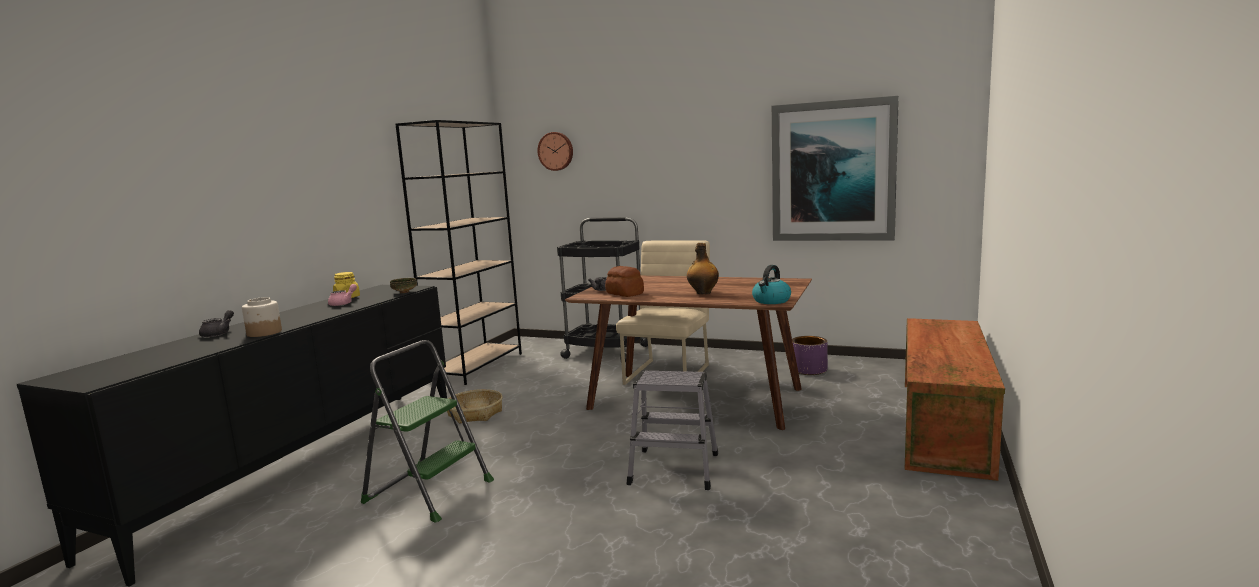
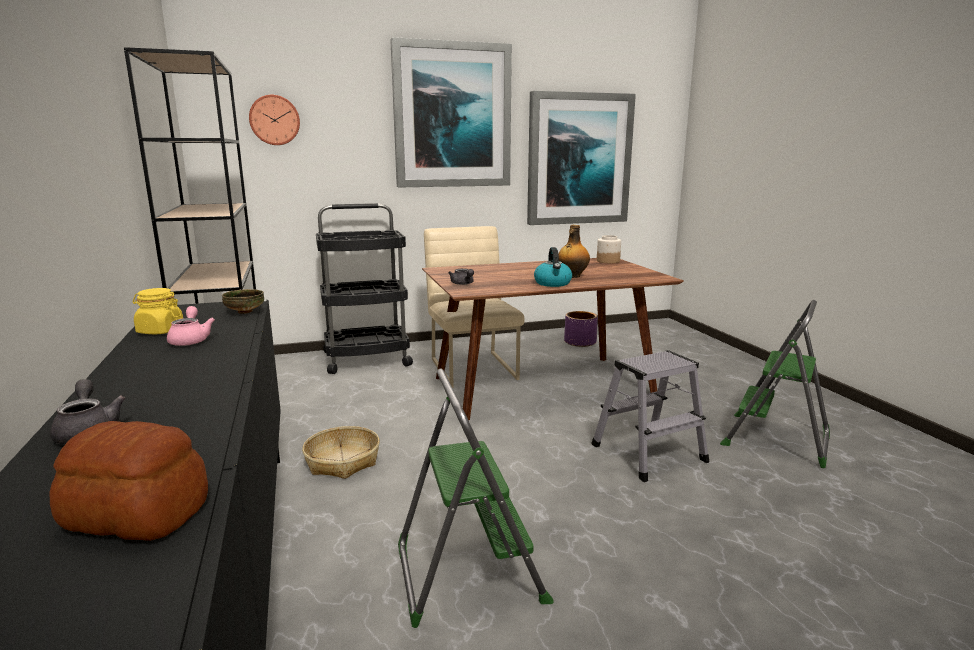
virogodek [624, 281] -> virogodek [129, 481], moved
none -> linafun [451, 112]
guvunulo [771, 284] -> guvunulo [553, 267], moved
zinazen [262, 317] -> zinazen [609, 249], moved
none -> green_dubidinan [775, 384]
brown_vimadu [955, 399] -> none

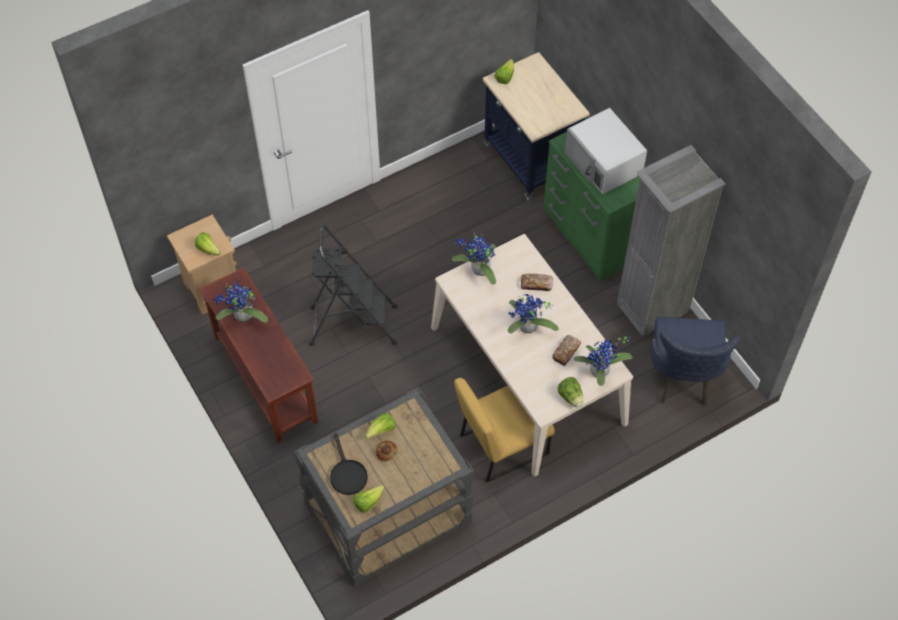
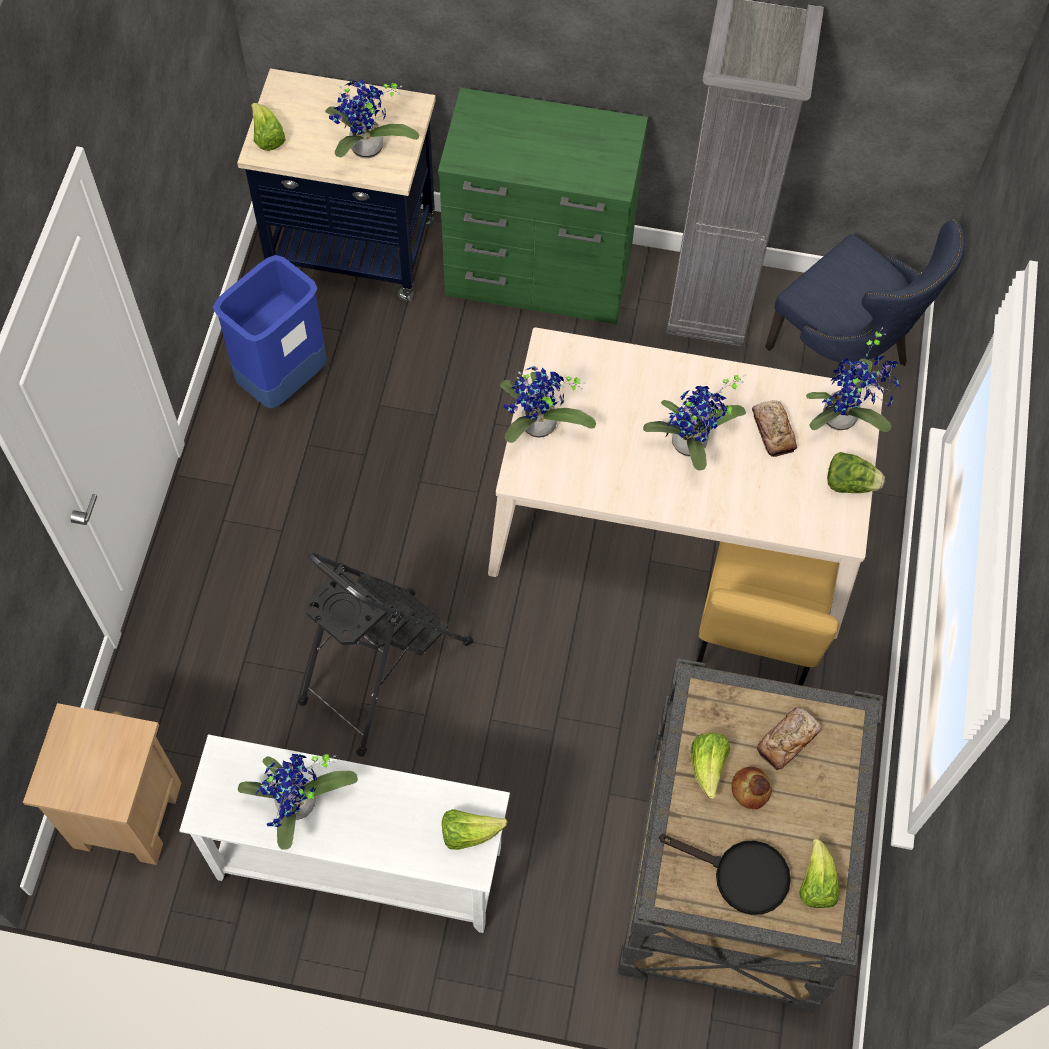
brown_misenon [259, 355] -> white_misenon [344, 833]
none -> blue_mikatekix [270, 332]
none -> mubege [372, 119]
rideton [208, 243] -> rideton [474, 829], moved
virogodek [537, 282] -> virogodek [789, 739], moved
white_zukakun [606, 151] -> none

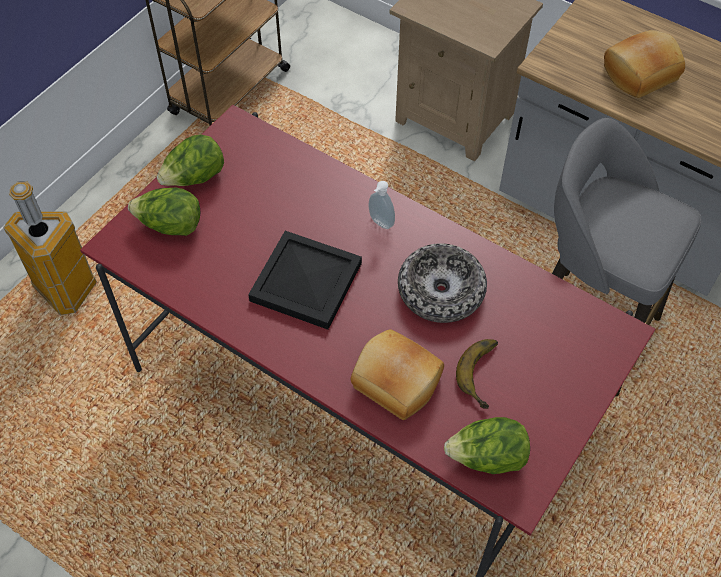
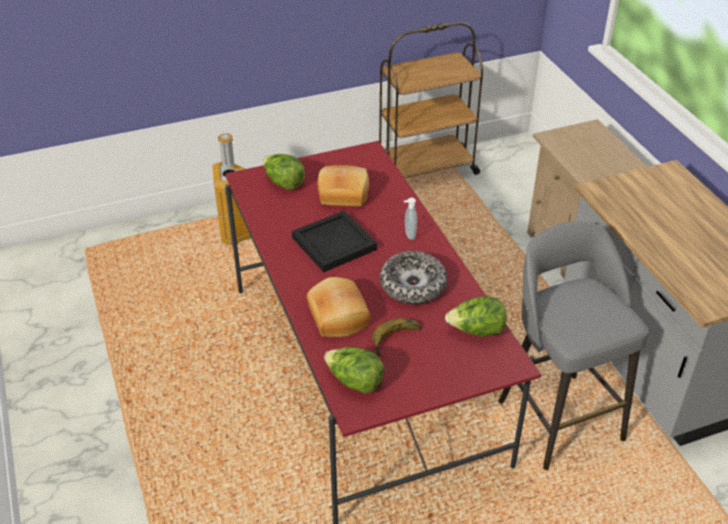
virogodek [644, 64] -> virogodek [343, 185], moved
rideton [190, 160] -> rideton [475, 316], moved

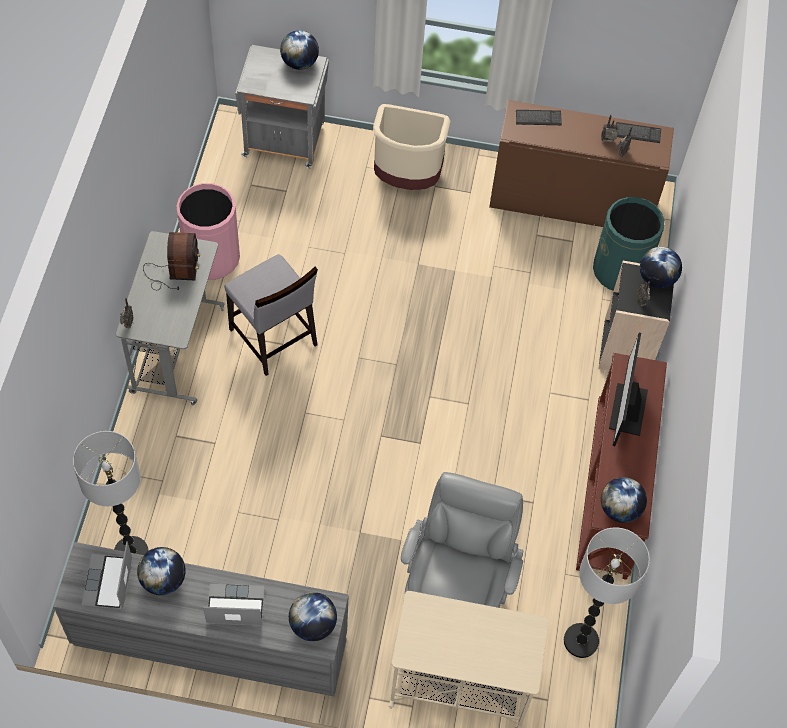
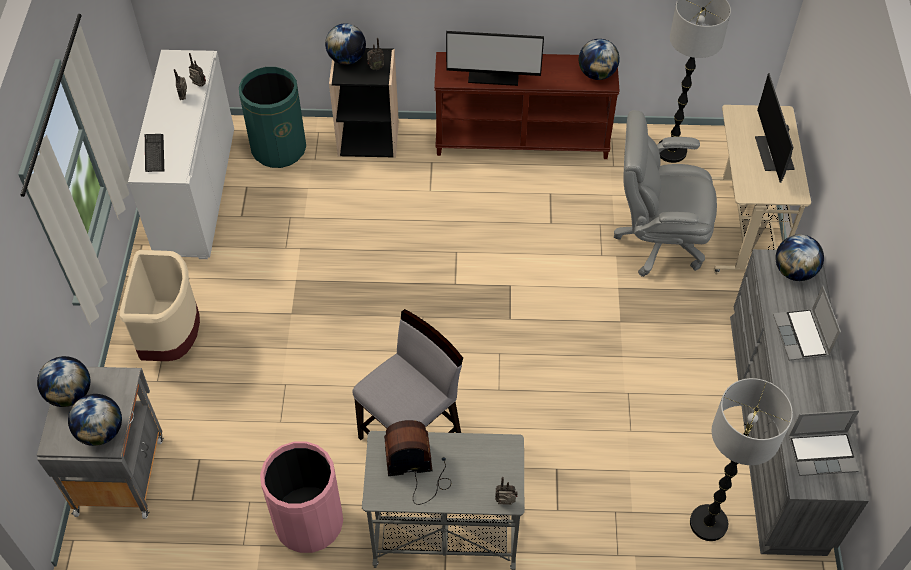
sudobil [161, 571] -> sudobil [95, 420], moved
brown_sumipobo [581, 163] -> white_sumipobo [181, 154]
none -> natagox [775, 128]
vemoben [638, 132] -> none

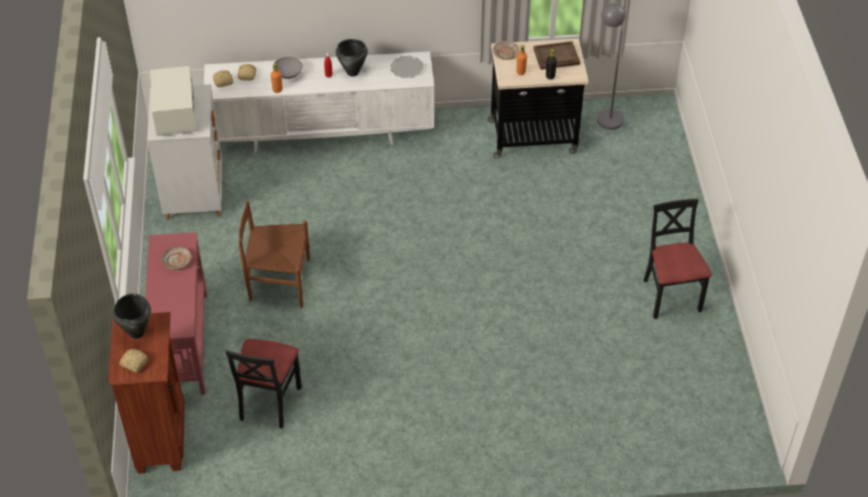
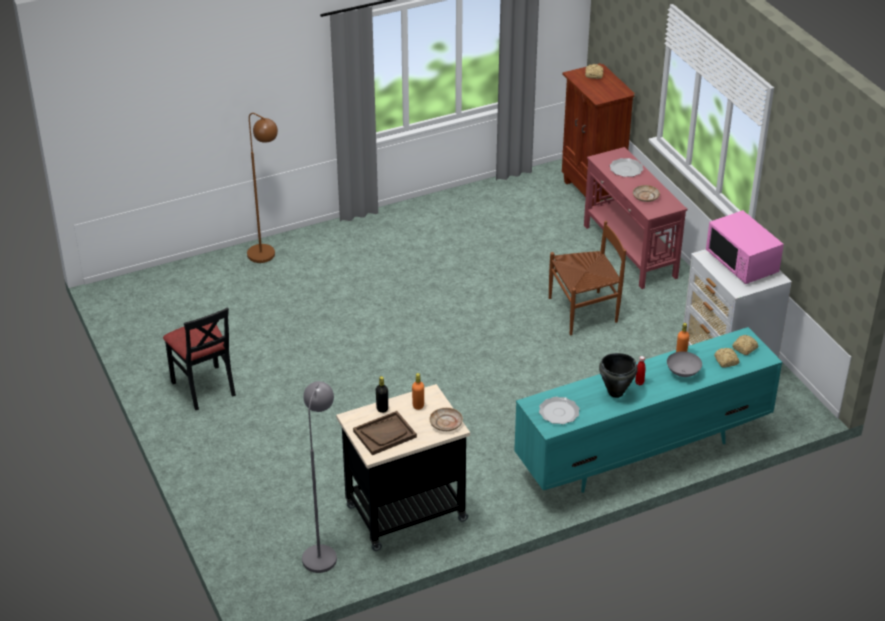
none -> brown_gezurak [262, 188]
white_sumipobo [319, 102] -> turquoise_sumipobo [648, 410]
none -> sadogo [627, 167]
white_zukakun [173, 101] -> pink_zukakun [745, 247]
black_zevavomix [132, 316] -> none
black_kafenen [264, 384] -> none

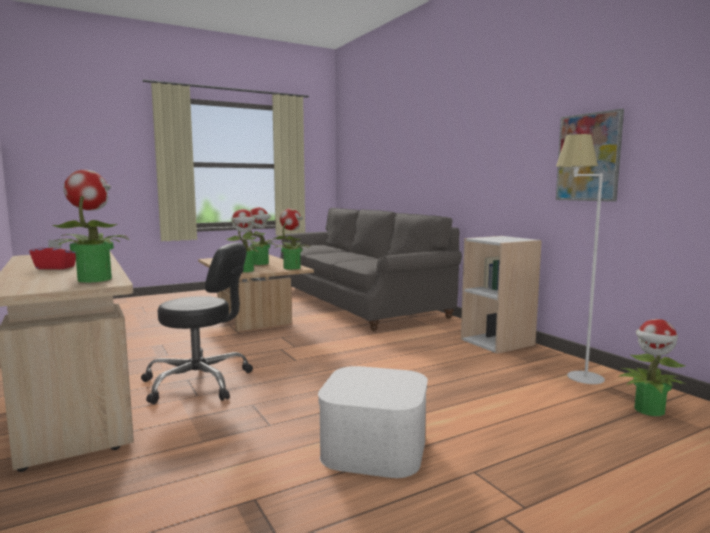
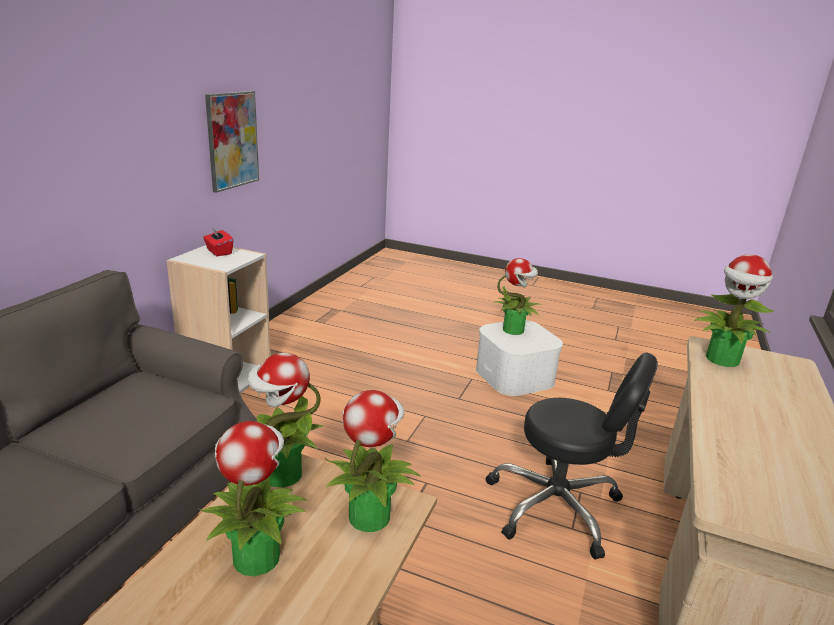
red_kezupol [53, 254] -> red_kezupol [218, 241], moved
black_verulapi [197, 323] -> black_verulapi [572, 456], 150 degrees clockwise
mubege [652, 367] -> mubege [517, 296], moved
white_gezurak [580, 259] -> none

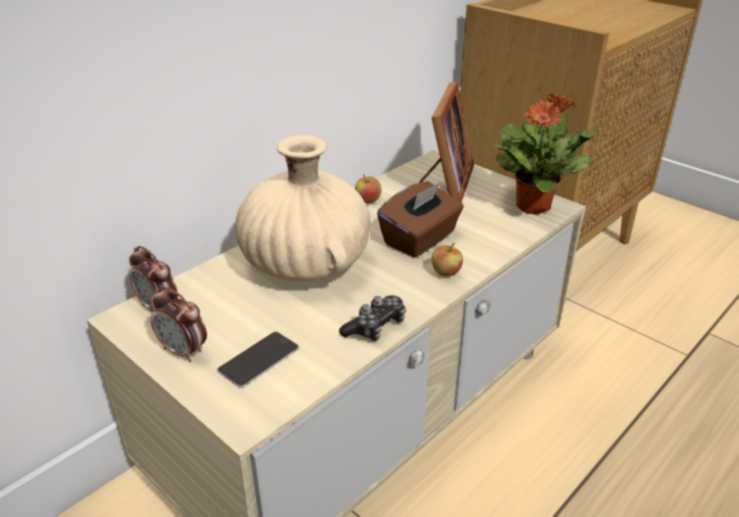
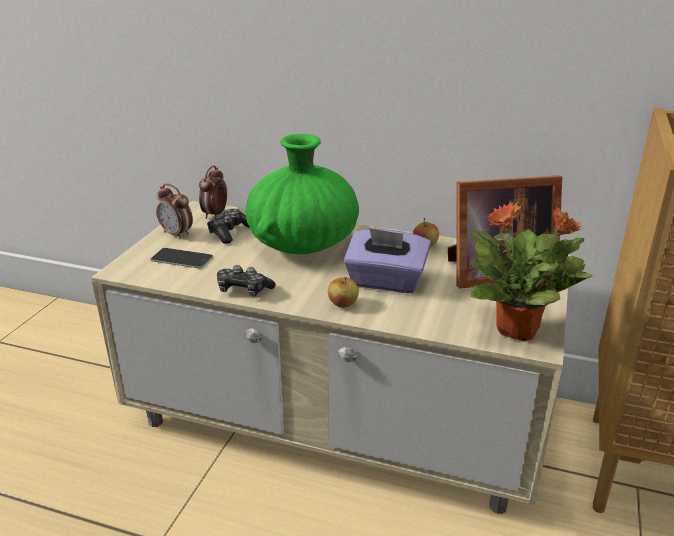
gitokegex [178, 324] -> gitokegex [174, 211], 60 degrees counterclockwise
none -> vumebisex [228, 226]
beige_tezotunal [303, 208] -> green_tezotunal [302, 194]
brown_kezupol [420, 219] -> purple_kezupol [387, 260]

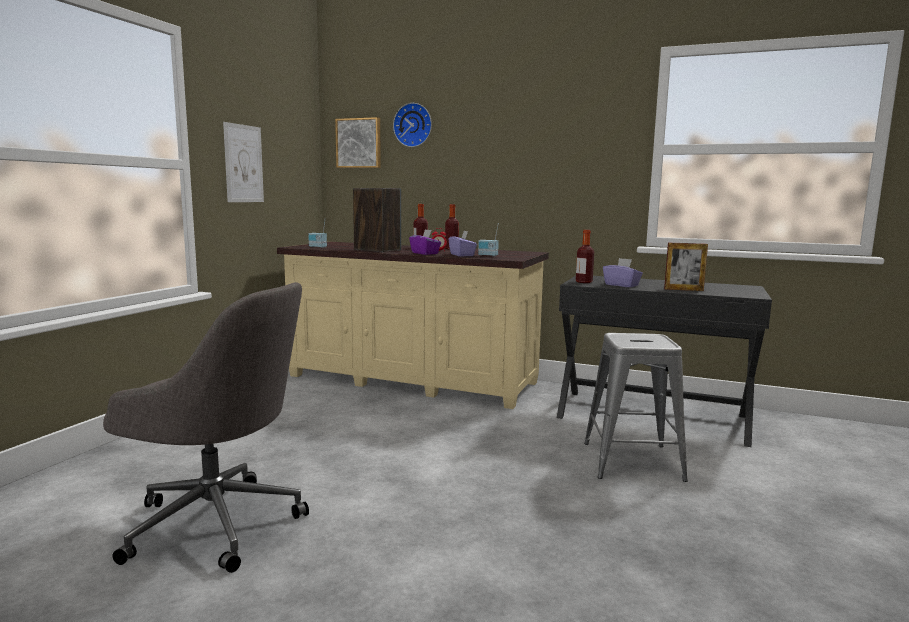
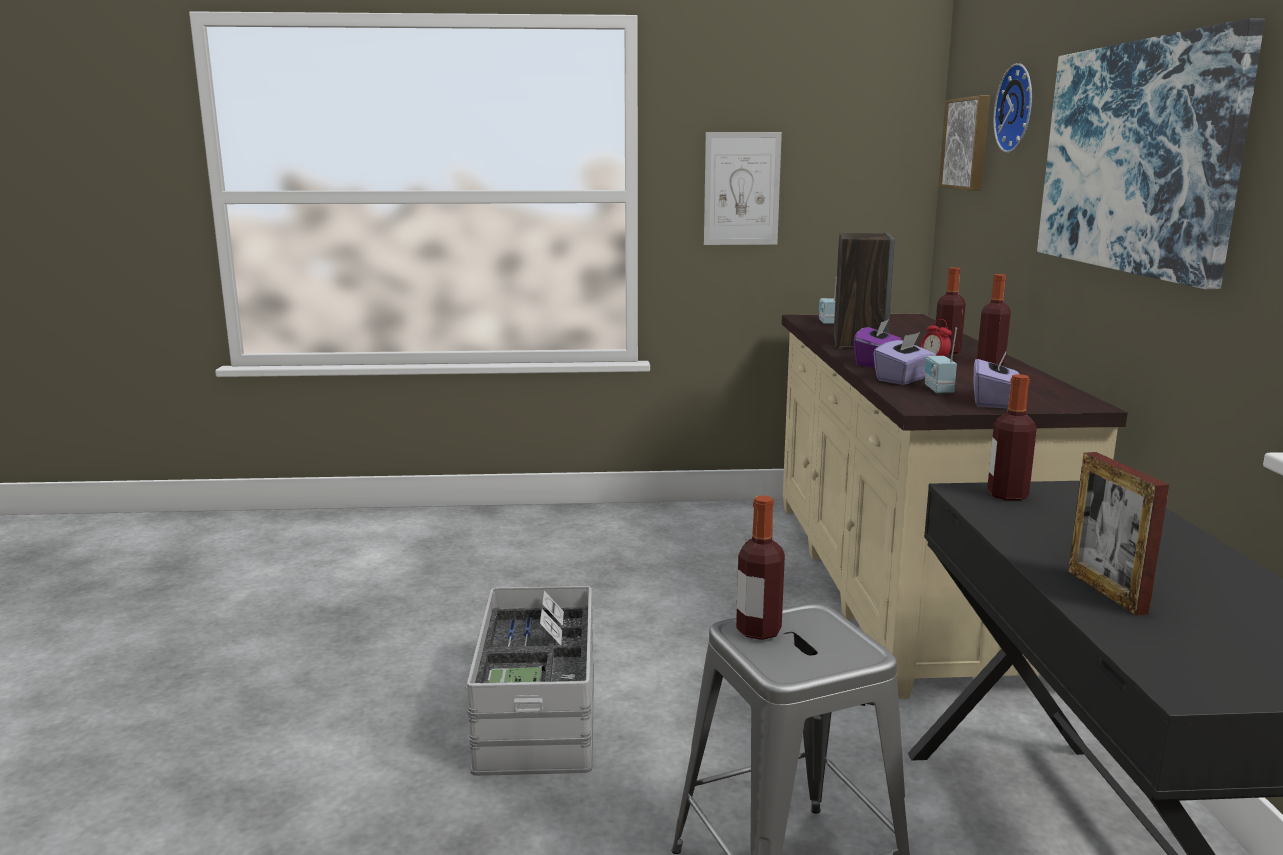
none -> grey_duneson [529, 681]
none -> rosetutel [760, 567]
purple_kezupol [623, 272] -> purple_kezupol [996, 380], moved
none -> linafun [1151, 153]
grey_verulapi [206, 427] -> none

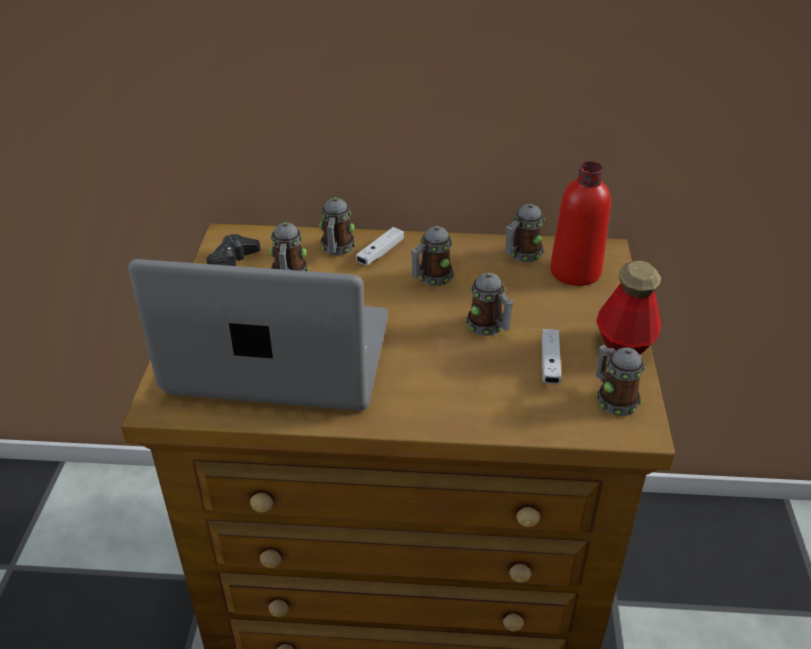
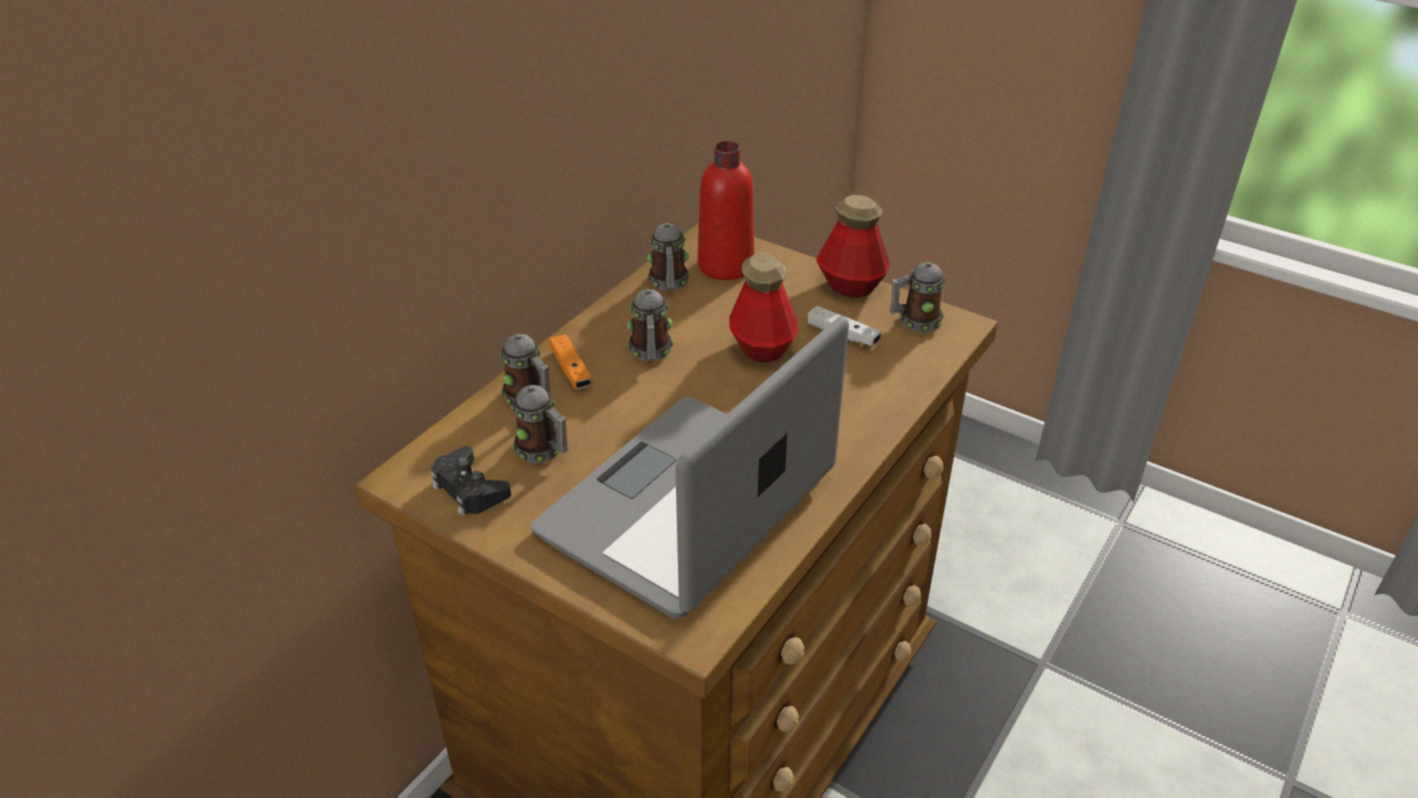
white_vumebisex [380, 246] -> orange_vumebisex [571, 361]
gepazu [489, 304] -> rosetutel [763, 308]

